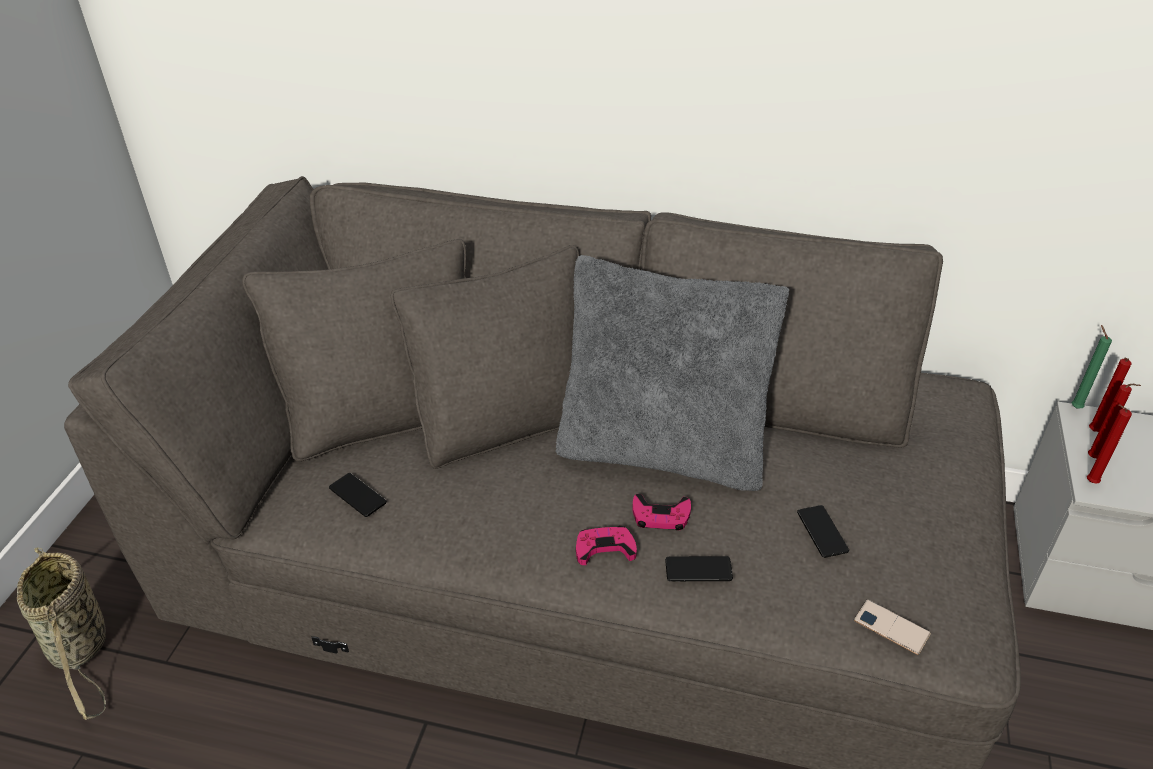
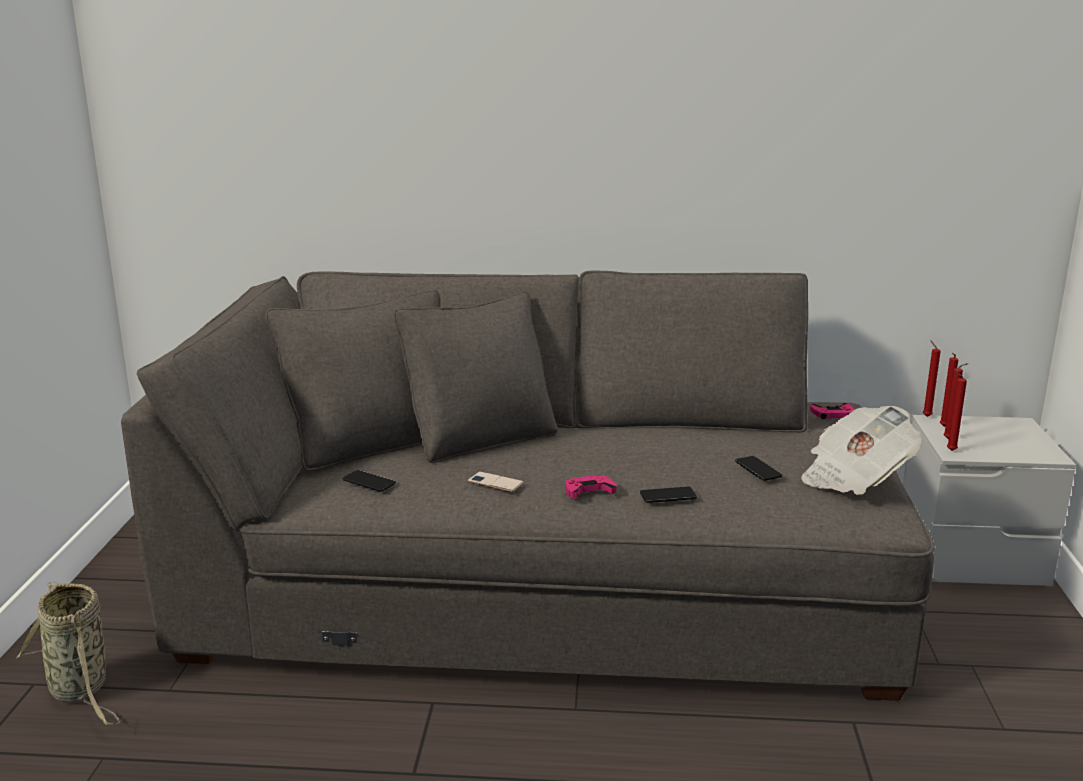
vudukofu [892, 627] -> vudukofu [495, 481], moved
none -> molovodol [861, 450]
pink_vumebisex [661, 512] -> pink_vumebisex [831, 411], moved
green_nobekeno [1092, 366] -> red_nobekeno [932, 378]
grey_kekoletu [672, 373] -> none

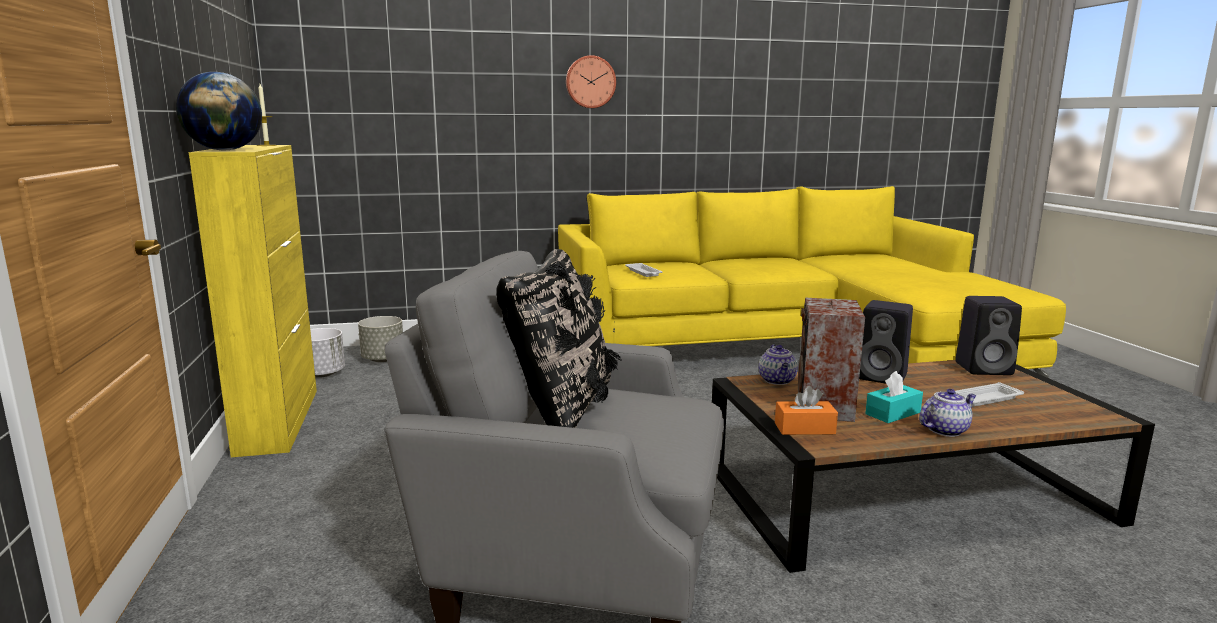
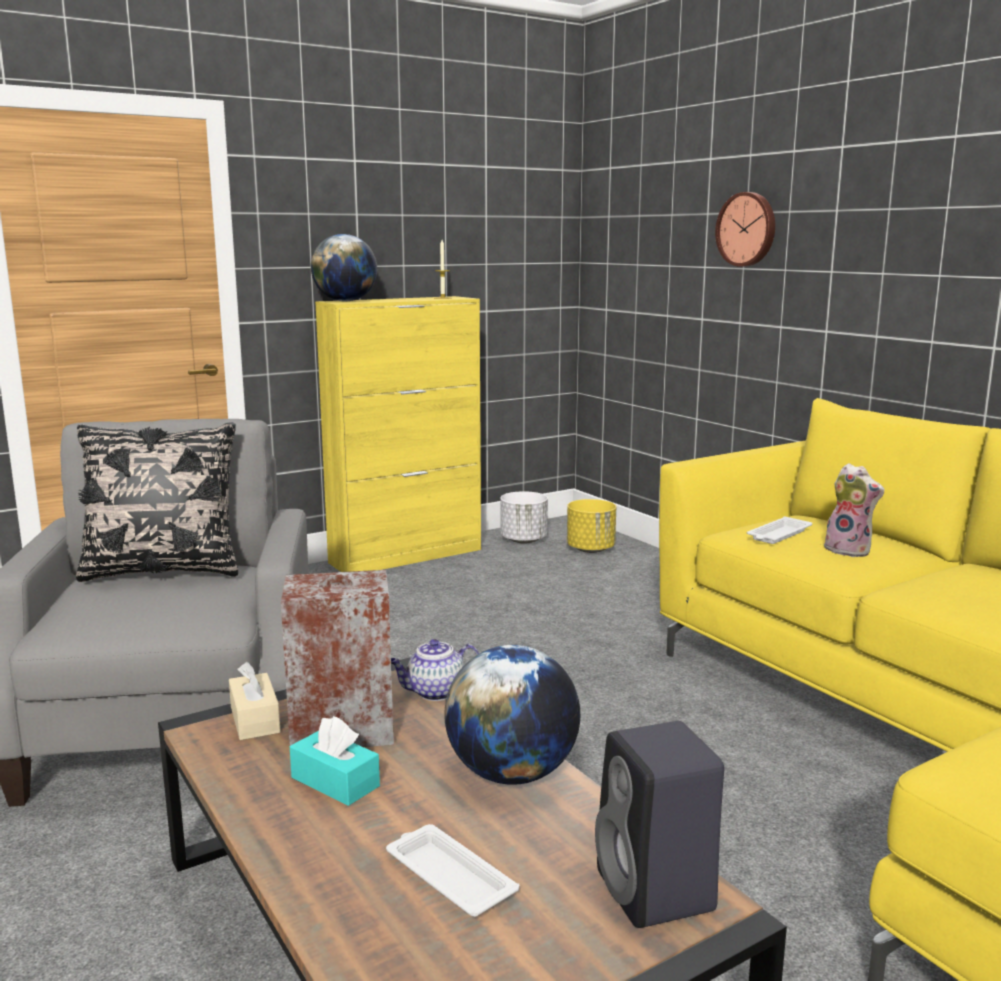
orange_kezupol [806, 410] -> beige_kezupol [255, 701]
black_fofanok [886, 342] -> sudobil [512, 715]
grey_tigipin [380, 339] -> yellow_tigipin [591, 526]
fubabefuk [591, 81] -> fubabefuk [745, 229], moved
none -> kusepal [854, 510]
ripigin [948, 413] -> none

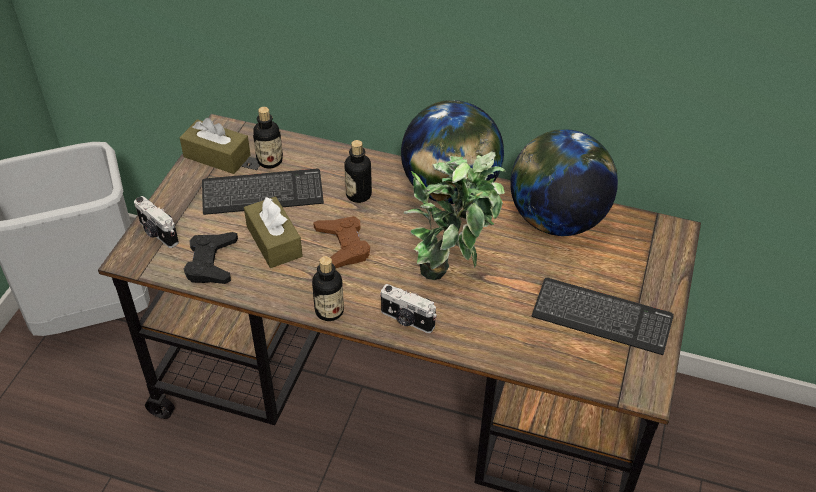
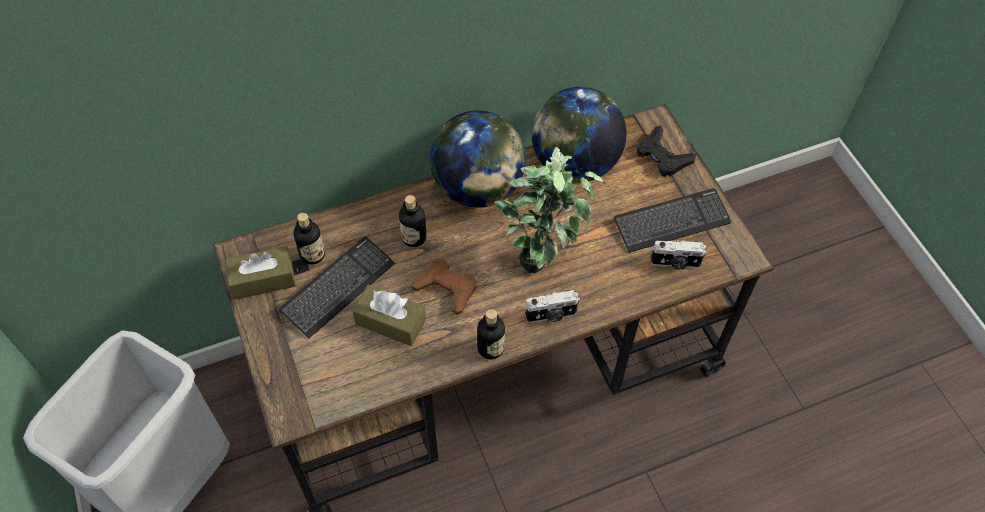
black_vumebisex [211, 258] -> black_vumebisex [666, 151], moved
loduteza [156, 222] -> loduteza [679, 254], moved

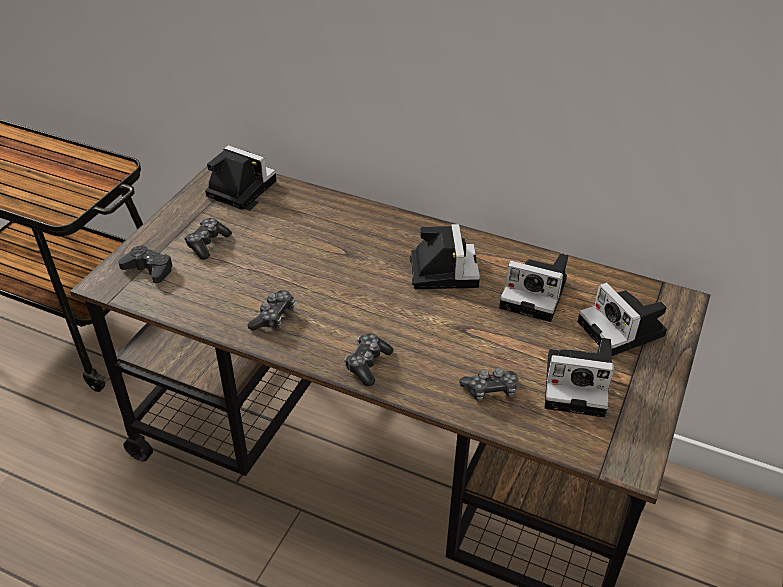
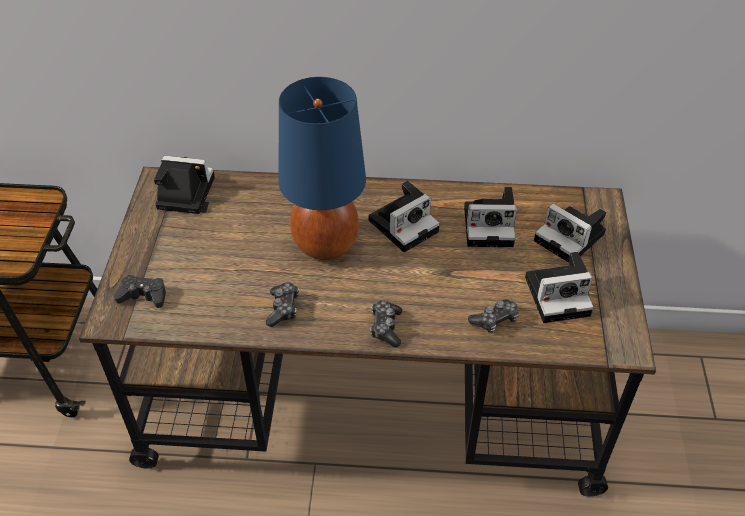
none -> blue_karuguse [322, 168]
loduteza [445, 256] -> loduteza [404, 216], 75 degrees clockwise
vumebisex [208, 239] -> none

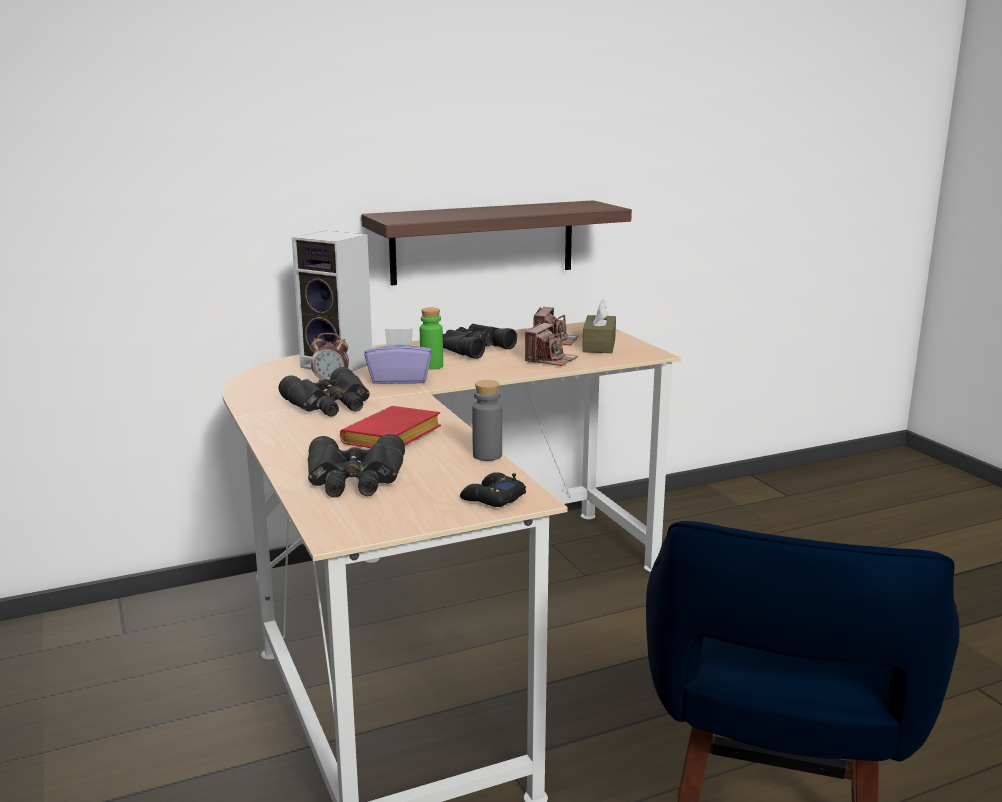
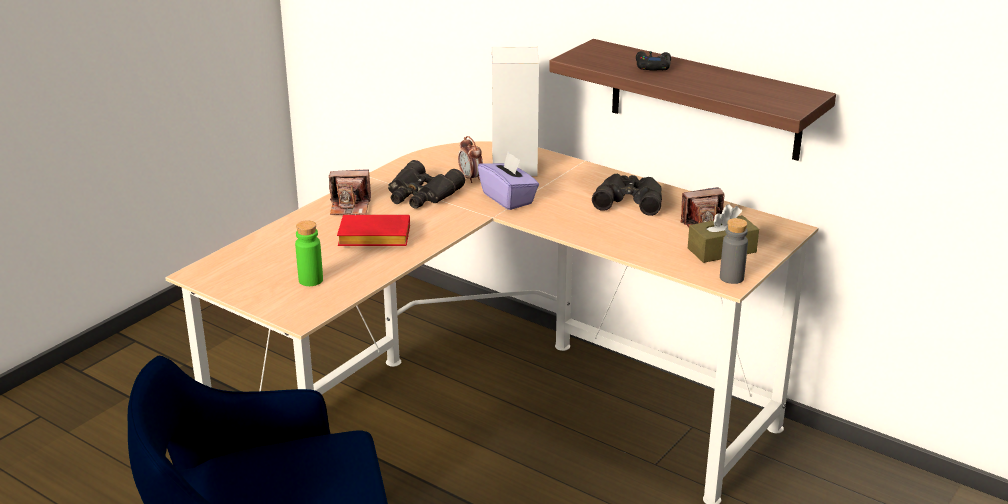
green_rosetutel [431, 339] -> green_rosetutel [309, 253], moved
loduteza [551, 344] -> loduteza [350, 192], moved
black_vumebisex [493, 489] -> black_vumebisex [653, 61], moved
grey_rosetutel [487, 420] -> grey_rosetutel [734, 251], moved
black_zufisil [356, 466] -> none

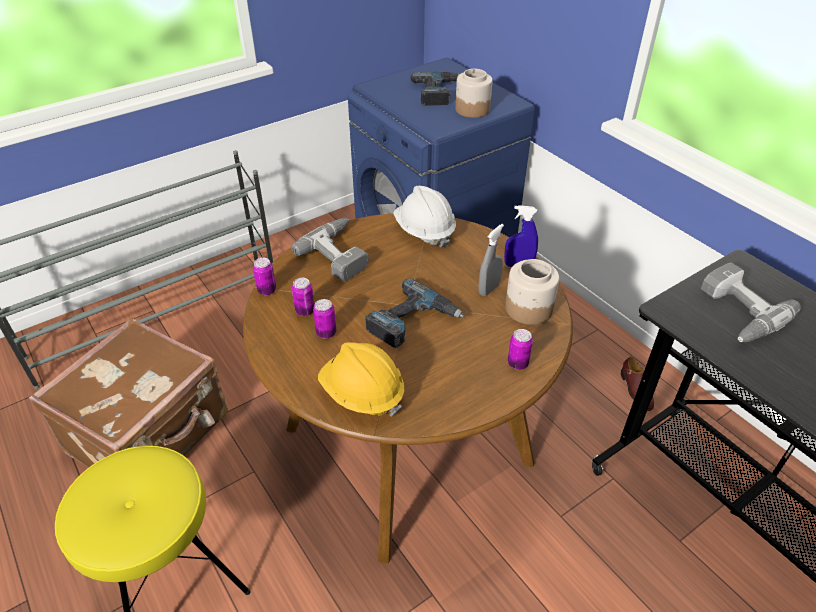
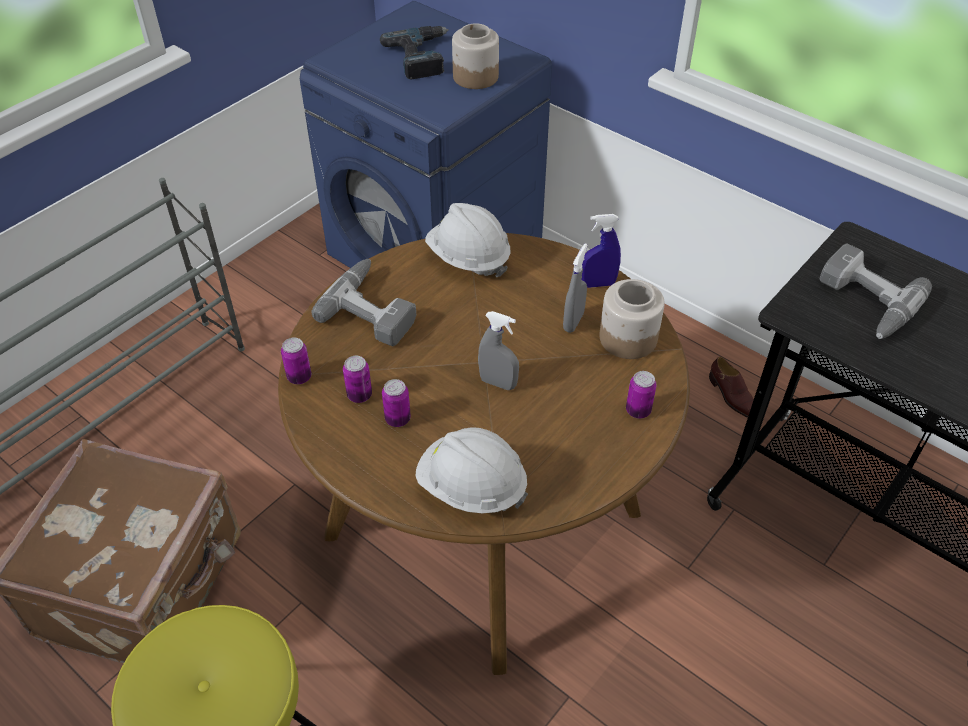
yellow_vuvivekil [361, 379] -> white_vuvivekil [472, 470]
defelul [415, 313] -> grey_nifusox [498, 350]

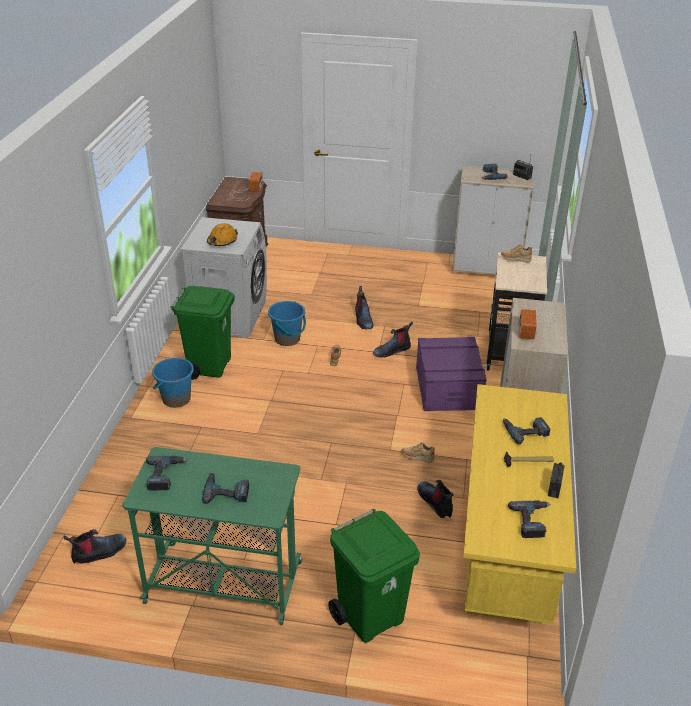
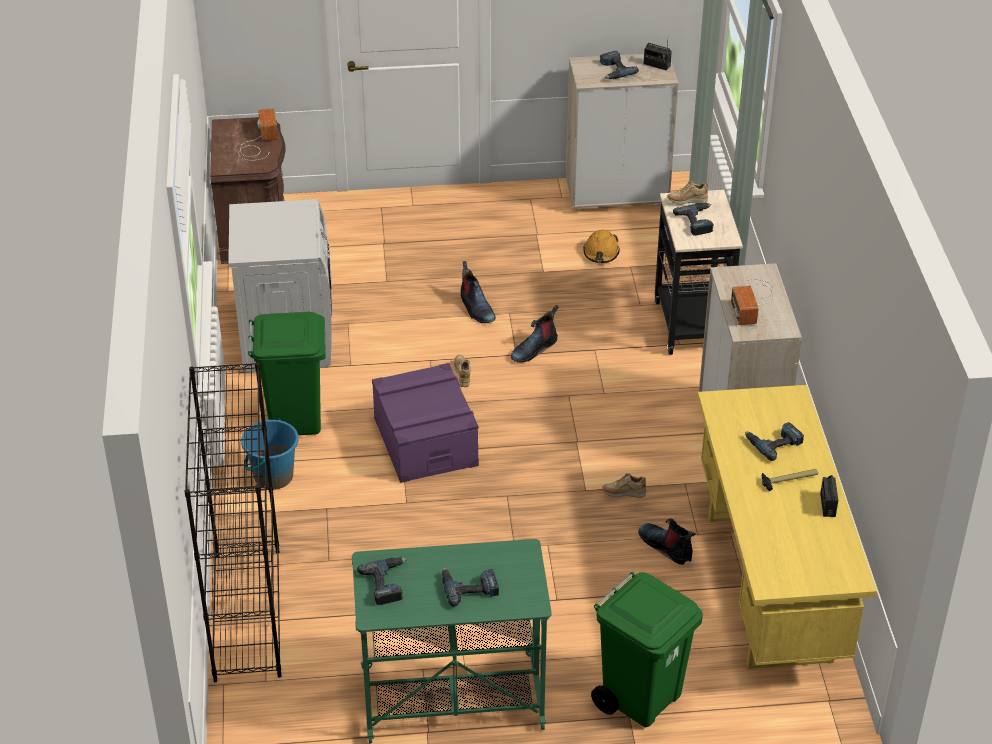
none -> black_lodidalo [232, 522]
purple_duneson [451, 374] -> purple_duneson [425, 423], moved
orange_vuvivekil [222, 234] -> orange_vuvivekil [601, 246], moved
defelul [529, 519] -> defelul [693, 219], moved
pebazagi [95, 546] -> none
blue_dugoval [287, 323] -> none

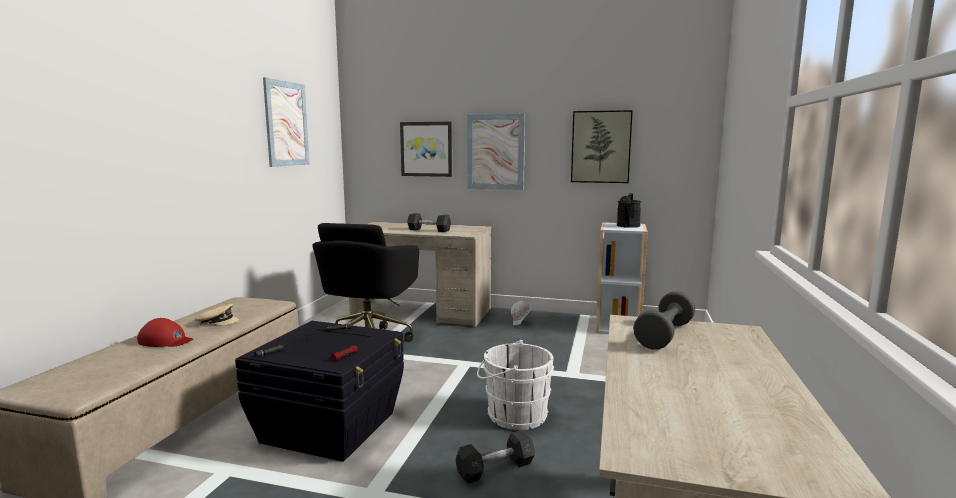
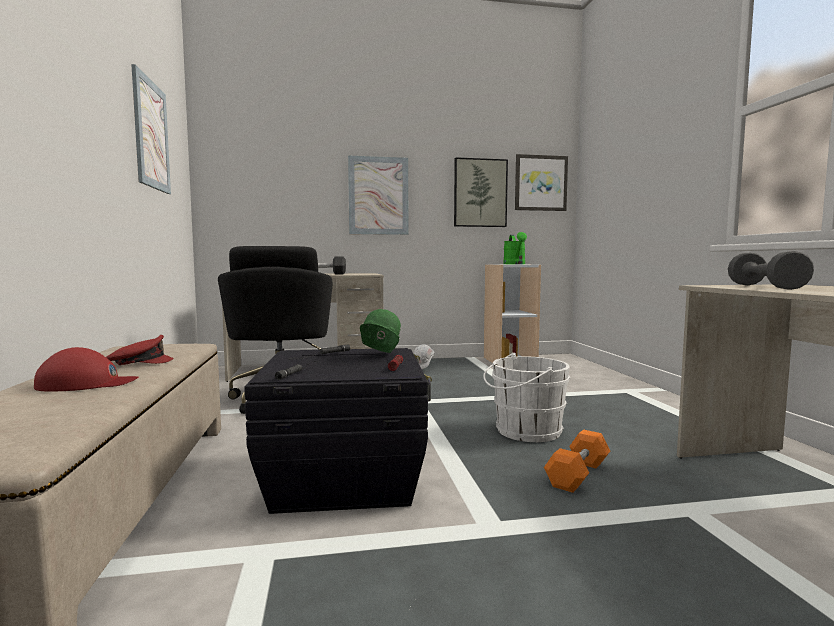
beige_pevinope [216, 314] -> red_pevinope [140, 350]
none -> green_vuvivekil [380, 331]
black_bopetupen [629, 210] -> green_bopetupen [515, 248]
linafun [426, 149] -> linafun [541, 182], moved
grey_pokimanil [495, 457] -> orange_pokimanil [577, 461]

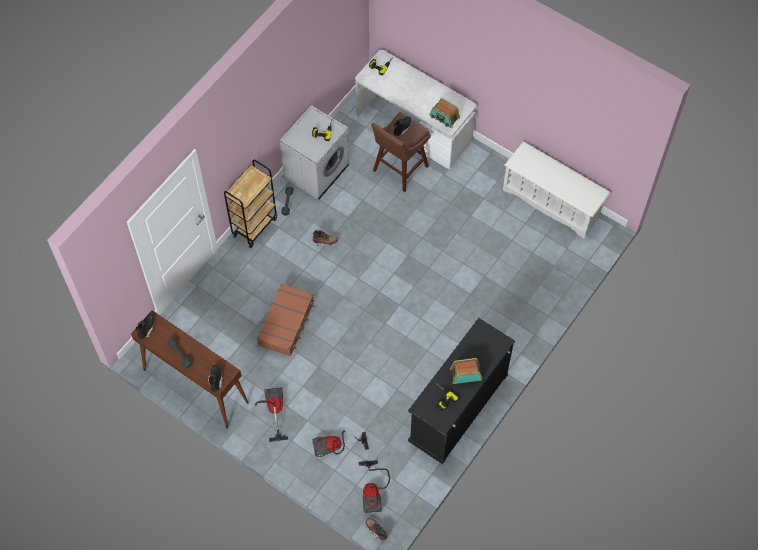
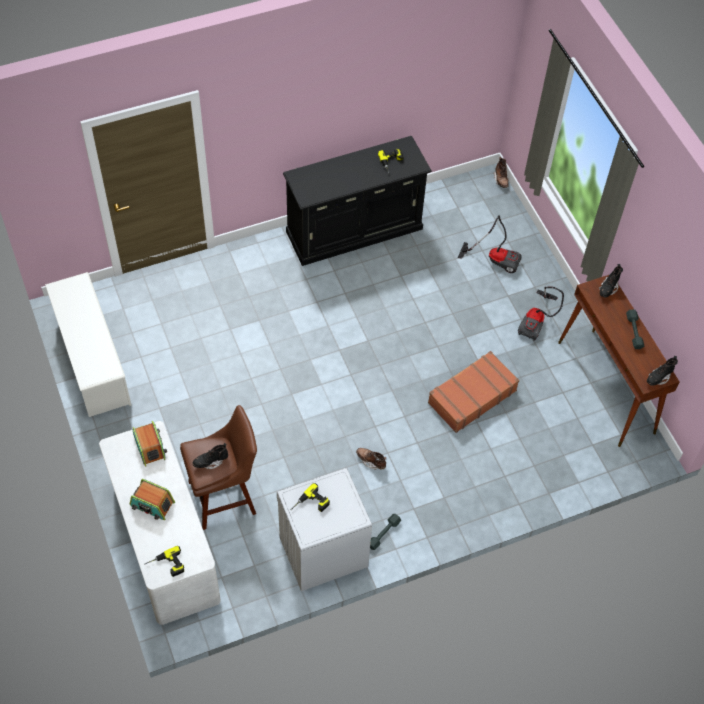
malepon [466, 371] -> malepon [152, 499], moved
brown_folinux [251, 203] -> none
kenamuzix [374, 486] -> none

